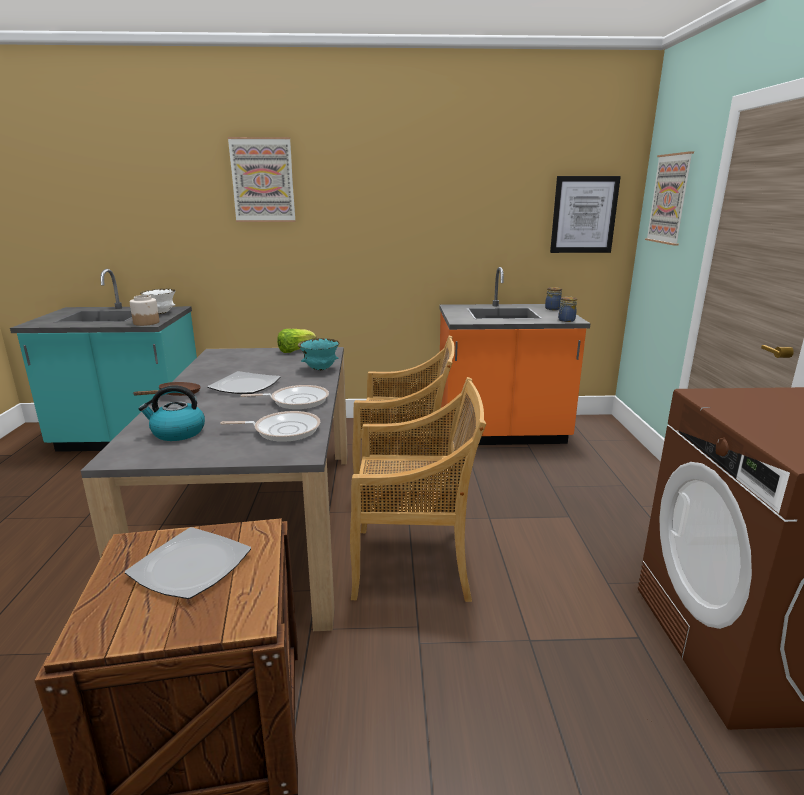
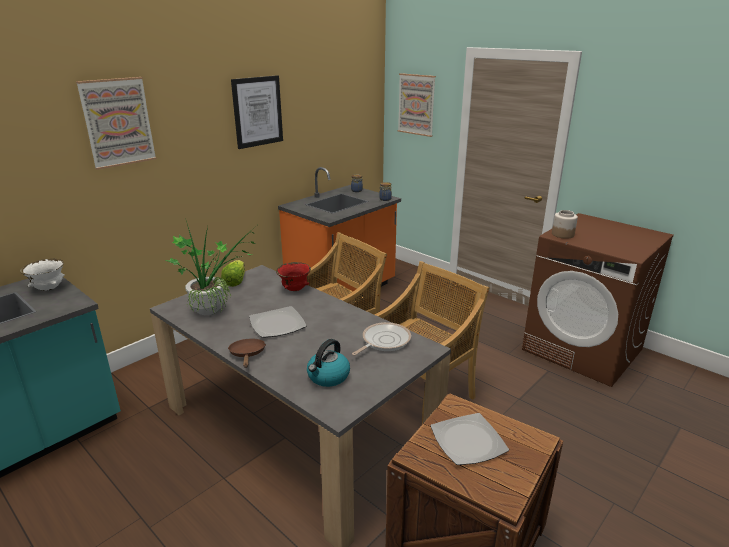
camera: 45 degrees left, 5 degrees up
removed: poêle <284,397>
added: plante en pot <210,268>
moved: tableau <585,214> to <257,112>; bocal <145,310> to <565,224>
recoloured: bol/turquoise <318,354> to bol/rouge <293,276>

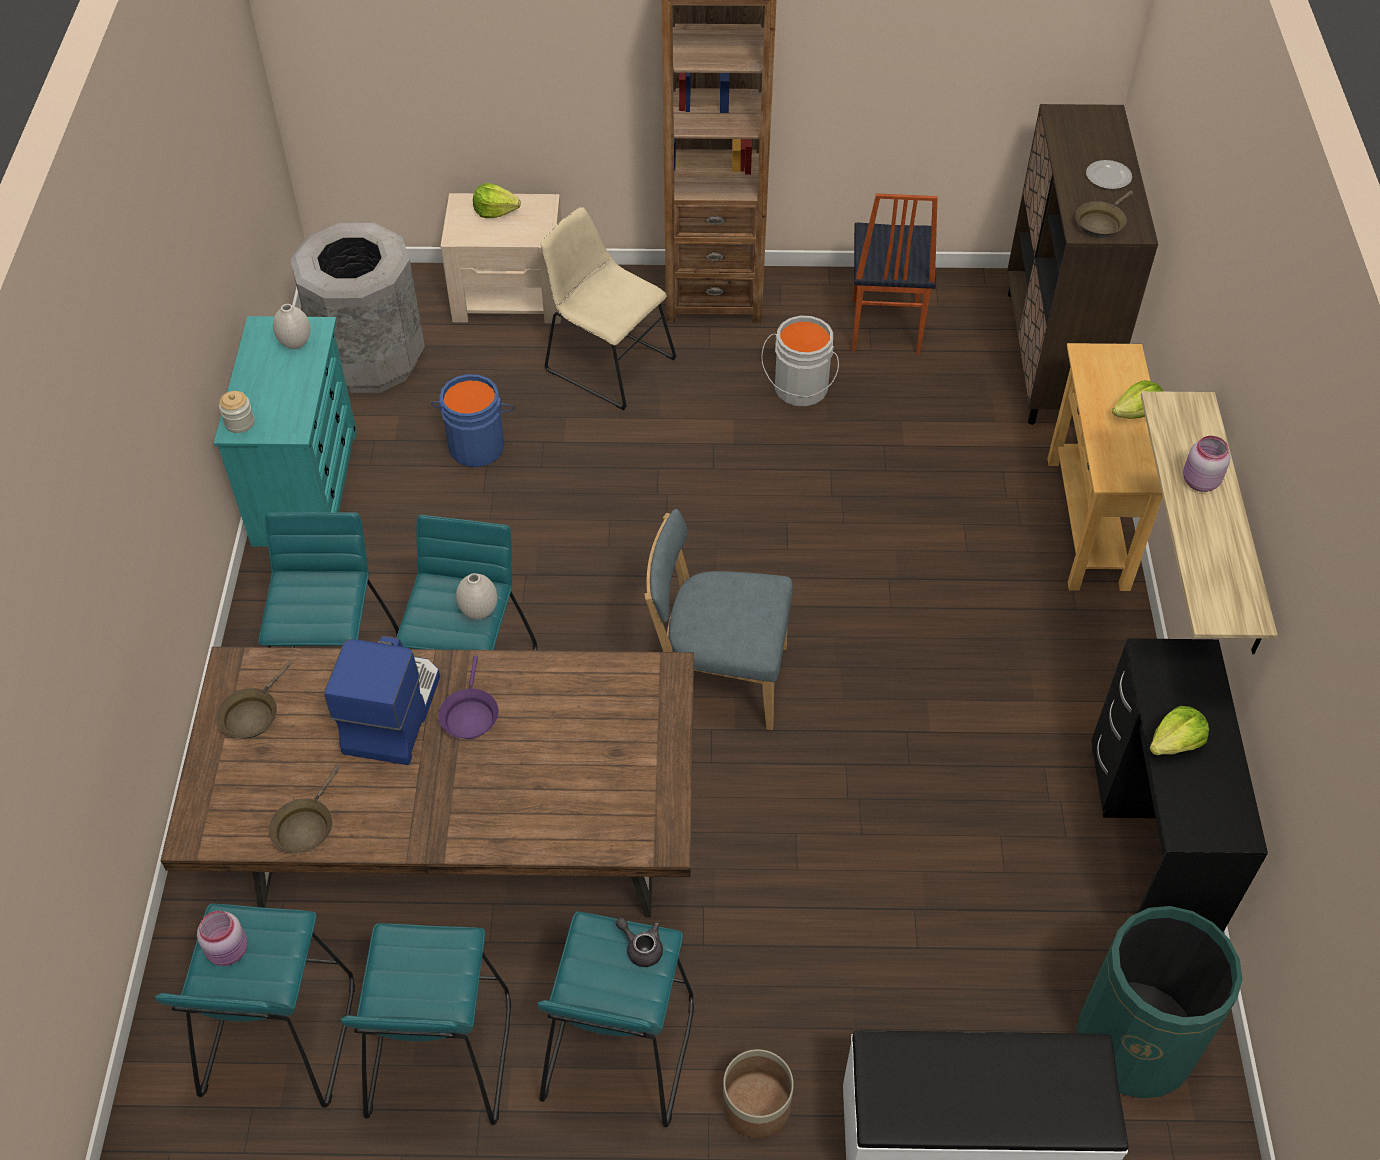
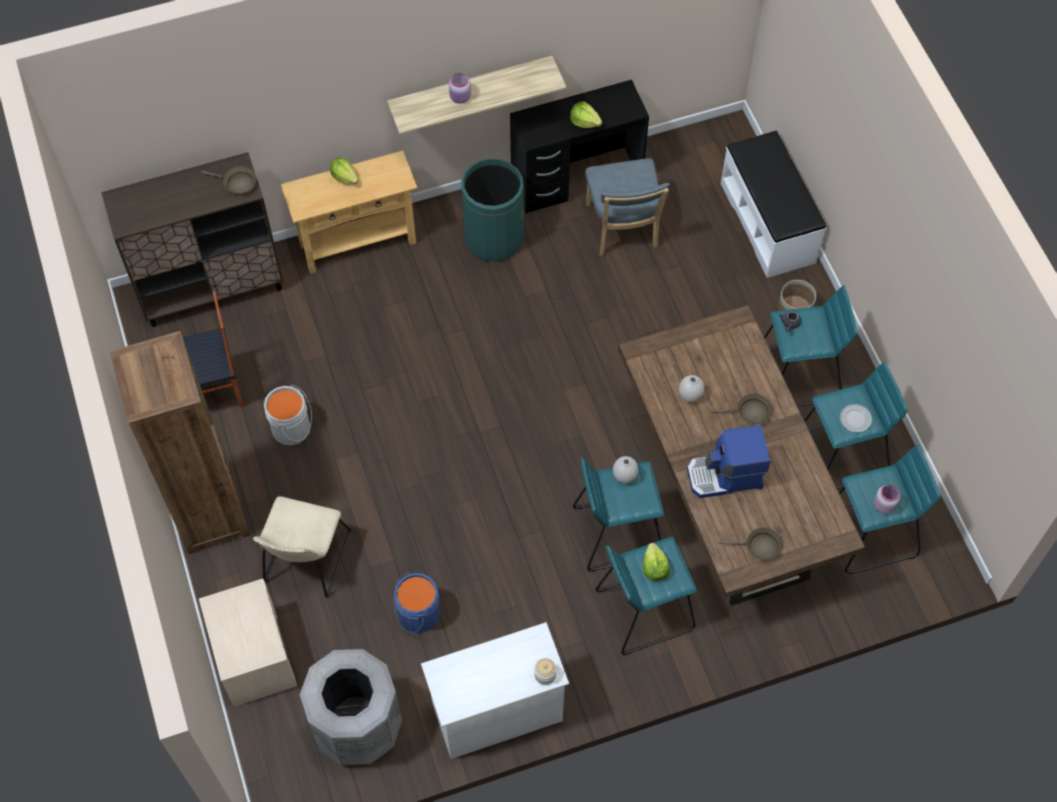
camera: 110 degrees left, 10 degrees up
removed: poêle/violet <469,697>
moved: assiette <1109,174> to <856,418>; laitue <497,200> to <656,562>; vase/blanc <291,326> to <691,388>; chaise/bleu <718,619> to <627,207>; poêle/marron <304,809> to <741,409>; poubelle/vert <1159,1002> to <492,210>
recoloured: commode/turquoise <285,431> to commode/blanc <495,690>

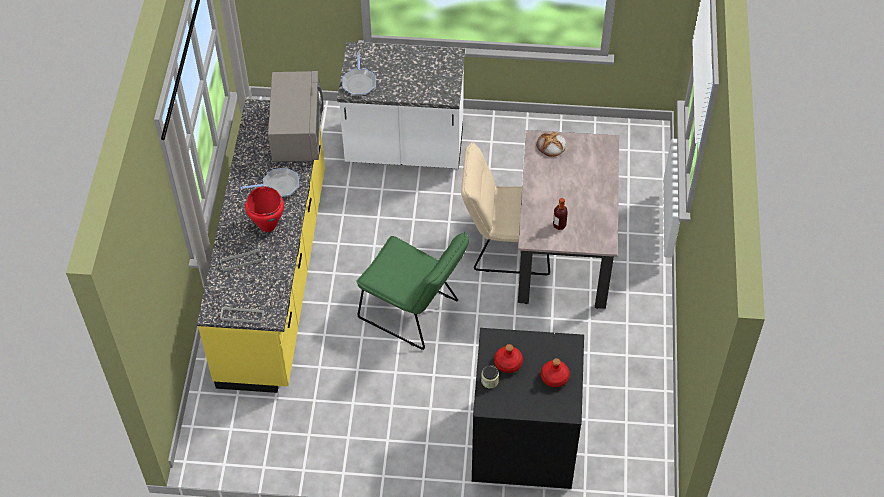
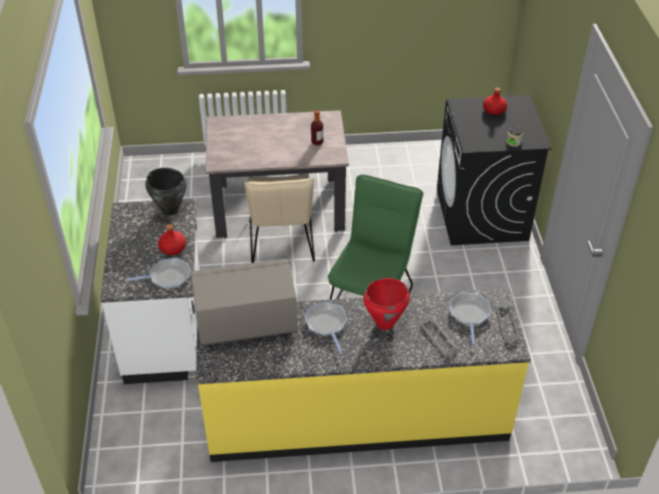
camera: 100 degrees left, 10 degrees down
removed: pain <551,144>
added: marmite/noir <166,192>; poêle <470,319>
moved: bouteille/rouge <508,358> to <172,239>

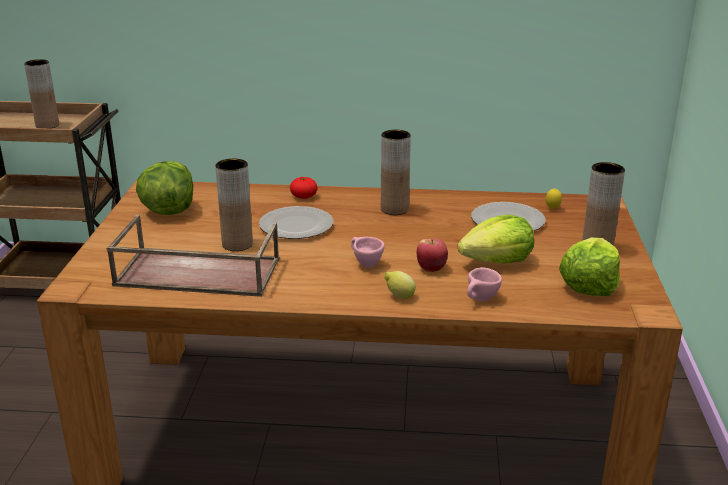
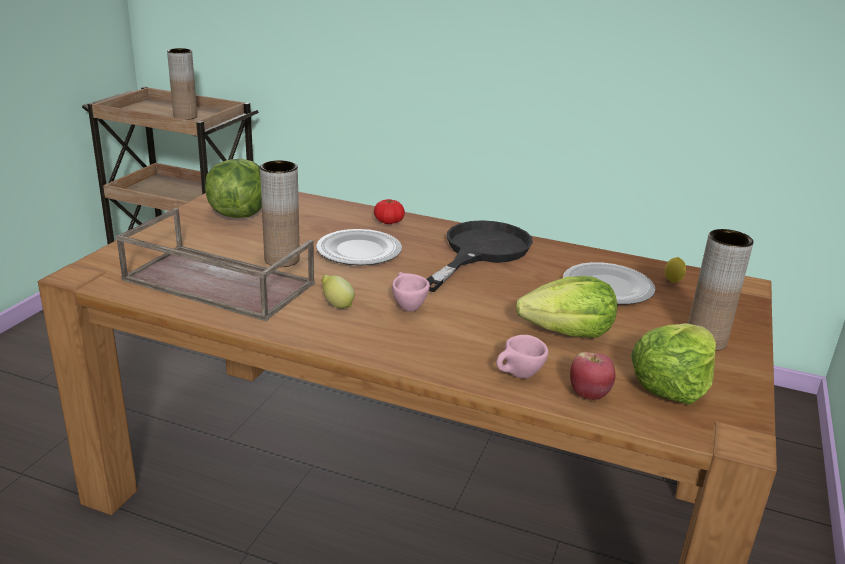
camera: 15 degrees right, 0 degrees up
moved: pomme <432,255> to <592,376>; citron <400,285> to <338,292>
replaced: vase/marron <396,172> to poêle/noir <479,256>

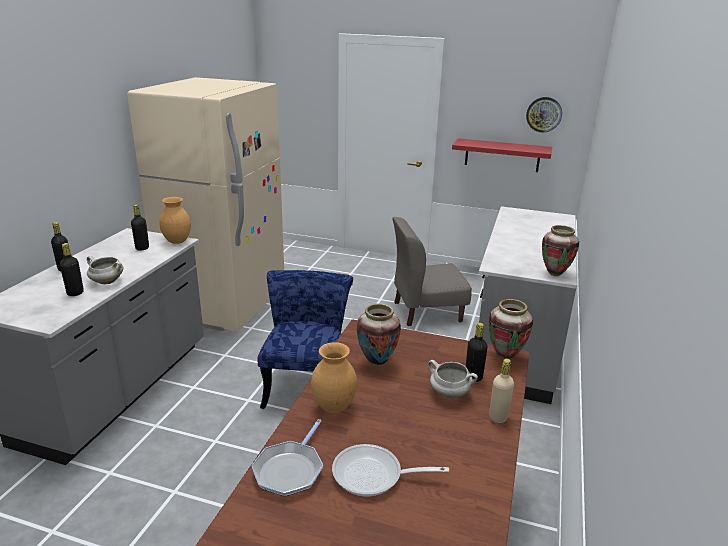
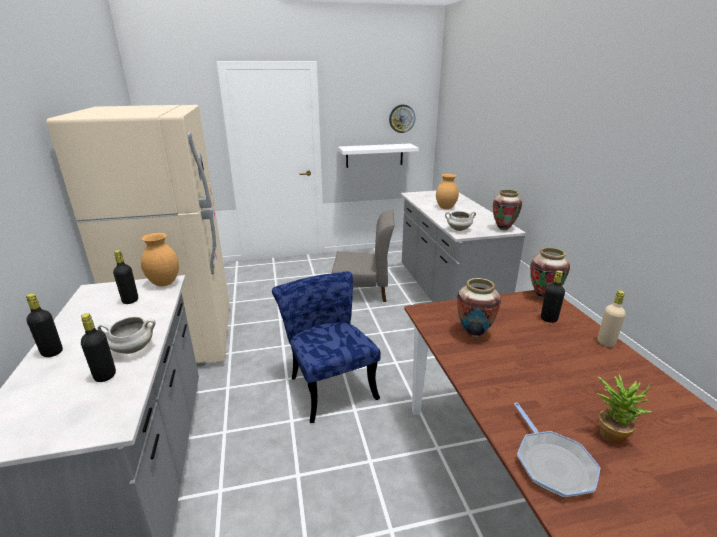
camera: 30 degrees left, 0 degrees up
moved: vase/marron <334,377> to <447,191>; marmite/blanc <453,379> to <460,221>
replaced: poêle <390,470> to plante en pot <624,409>
recoloured: étagère/rouge <502,155> to étagère/blanc <378,156>
turned: chaise/gris <432,271> = <363,256> 135 degrees counterclockwise

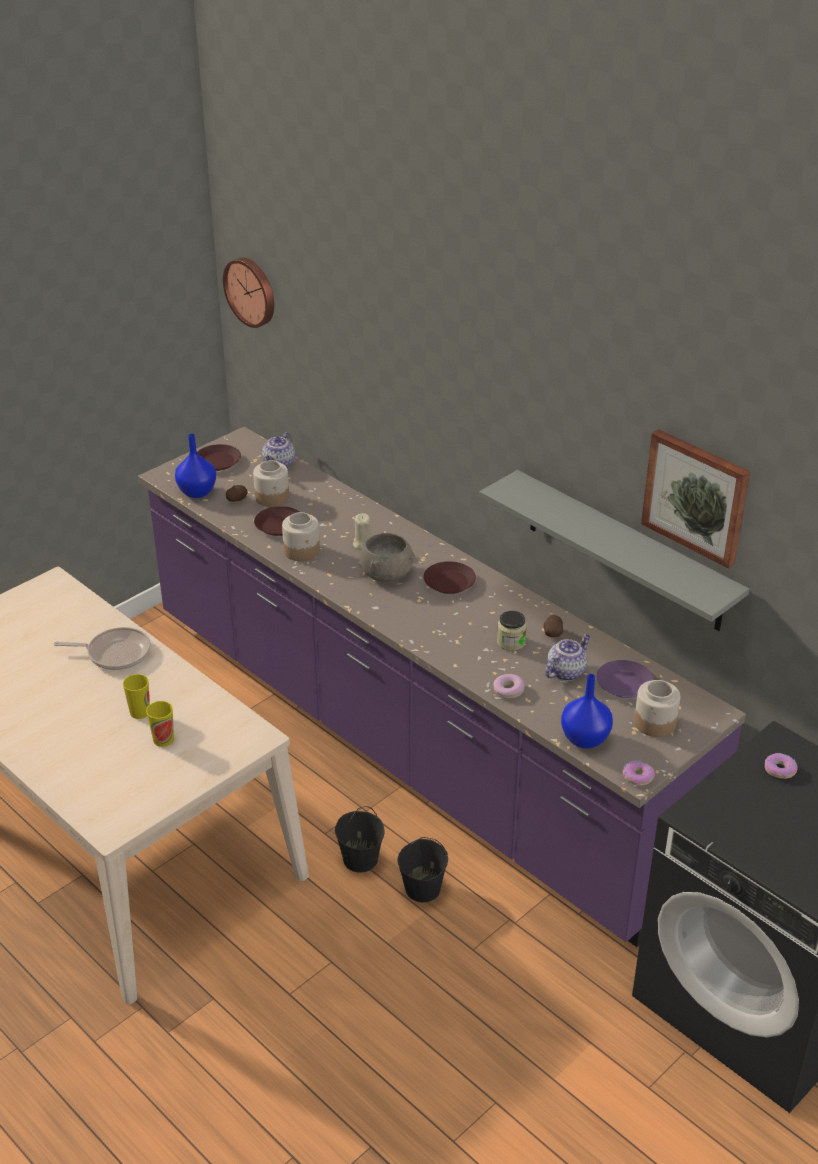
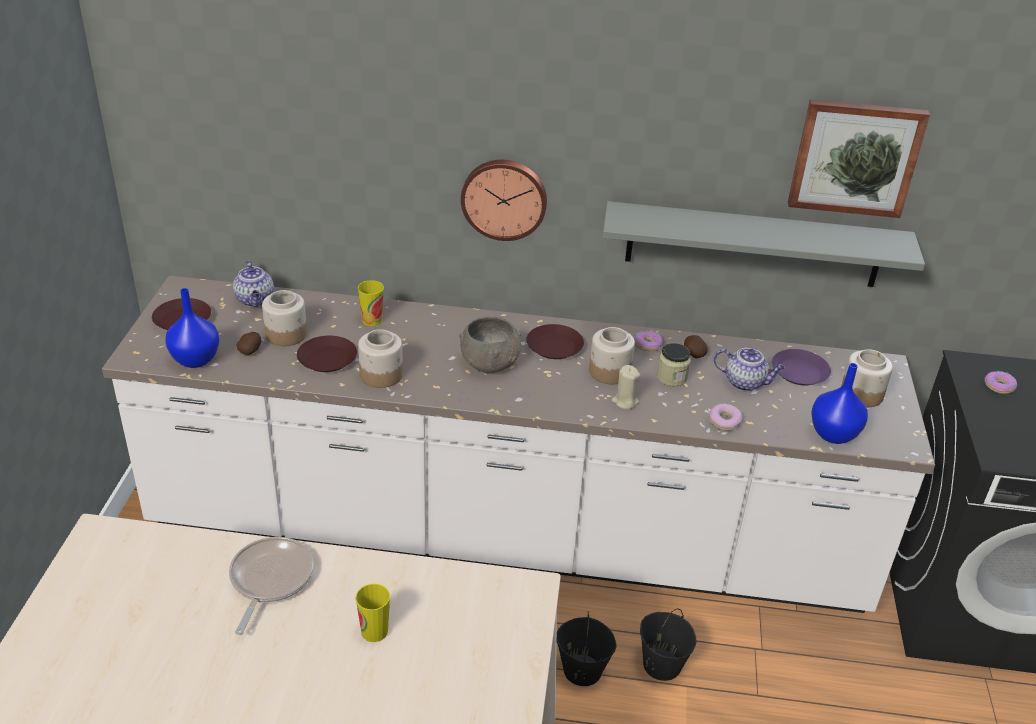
camera: 40 degrees left, 0 degrees up
added: bocal <612,355>
moved: horloge murale <248,293> to <504,200>; bougie/beige <362,531> to <625,387>; tasse <160,724> to <371,303>; beignet <639,773> to <648,341>
recoloured: comptoir de cuisine/violet <442,687> to comptoir de cuisine/blanc <518,444>
turned: poêle <102,648> = <271,586> 45 degrees counterclockwise; théière <567,658> = <749,369> 105 degrees clockwise

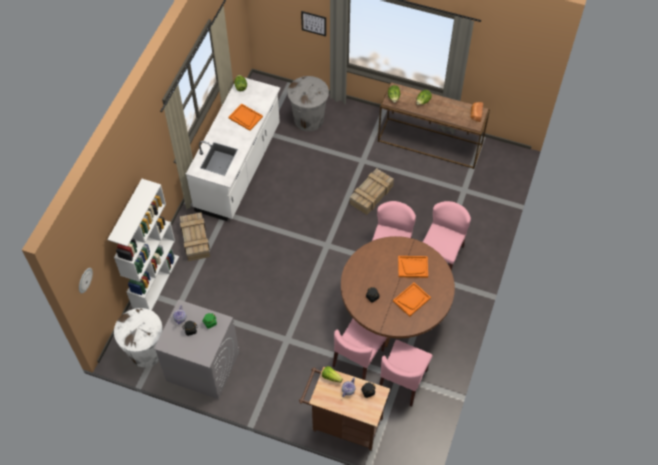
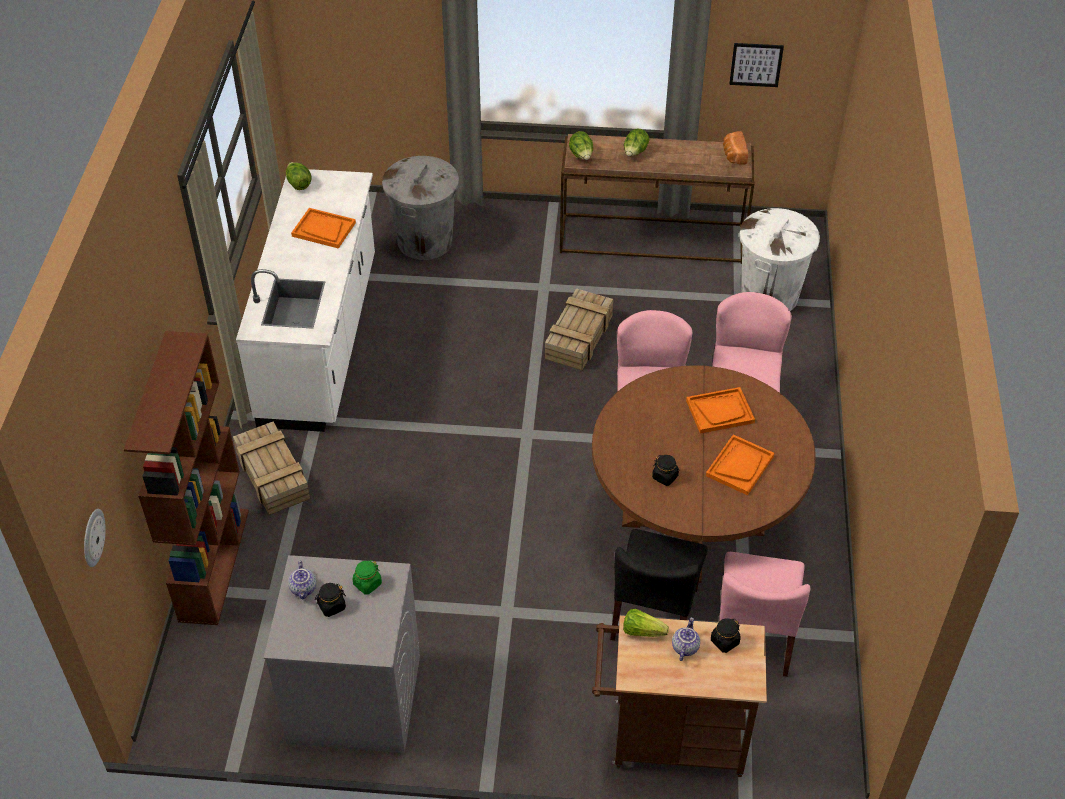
camera: 15 degrees left, 10 degrees down
moved: tableau <313,23> to <756,65>; poubelle/blanc <138,337> to <779,259>
recoloured: bibliothèque/blanc <143,245> to bibliothèque/marron <186,478>; chaise/rose <359,349> to chaise/noir <658,585>

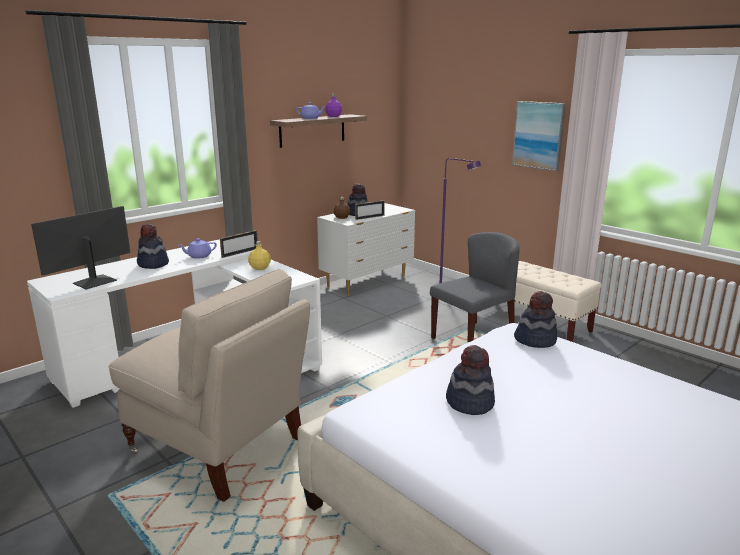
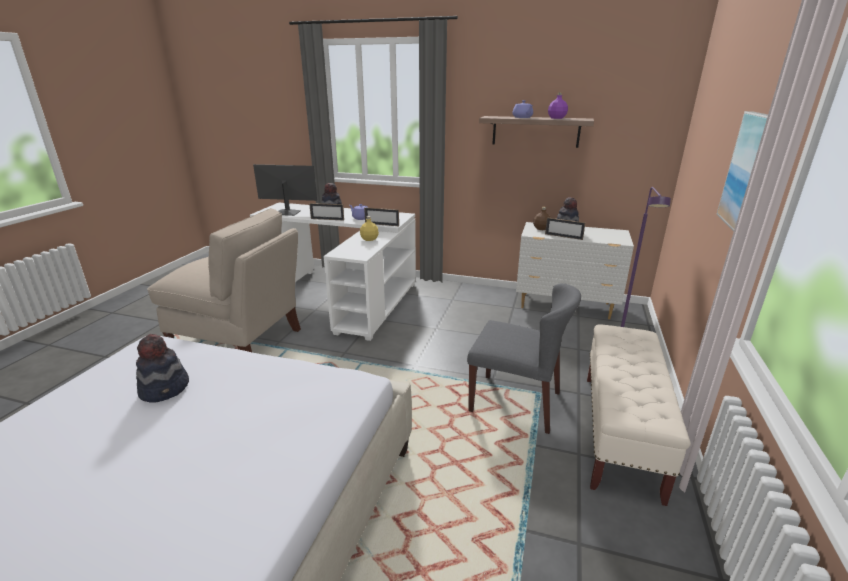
camera: 60 degrees right, 5 degrees up
removed: chapeau <535,319>
added: cadre photo <326,212>
turned: chaise/beige <209,385> = <224,280> 75 degrees counterclockwise

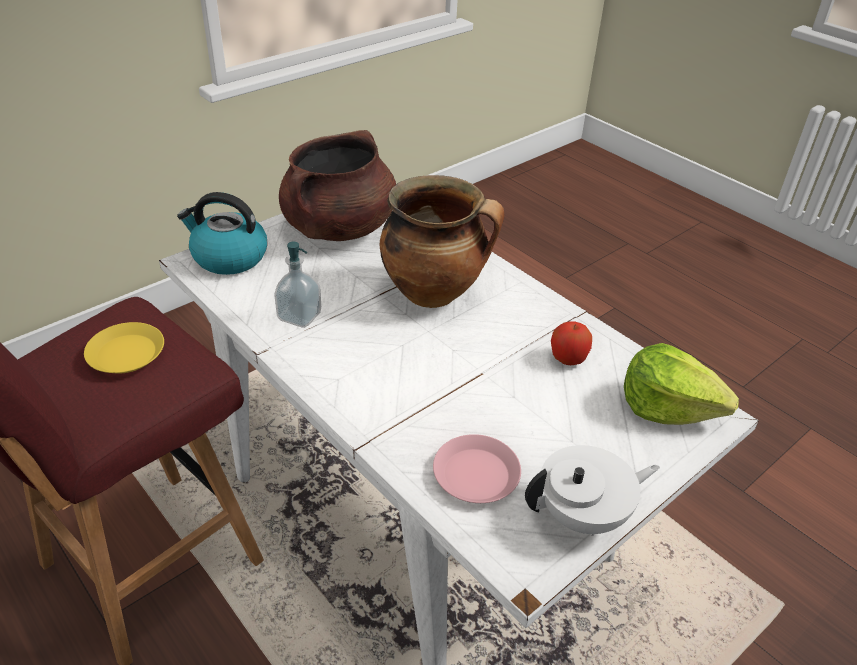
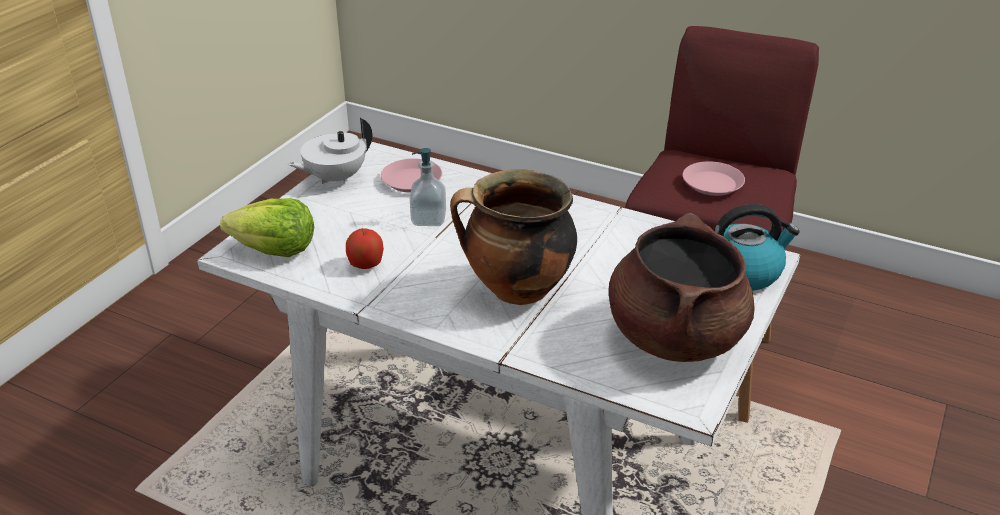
camera: 160 degrees right, 5 degrees down
moved: distributeur de savon <297,285> to <428,187>
recoloured: assiette/jaune <124,348> to assiette/rose <714,178>

